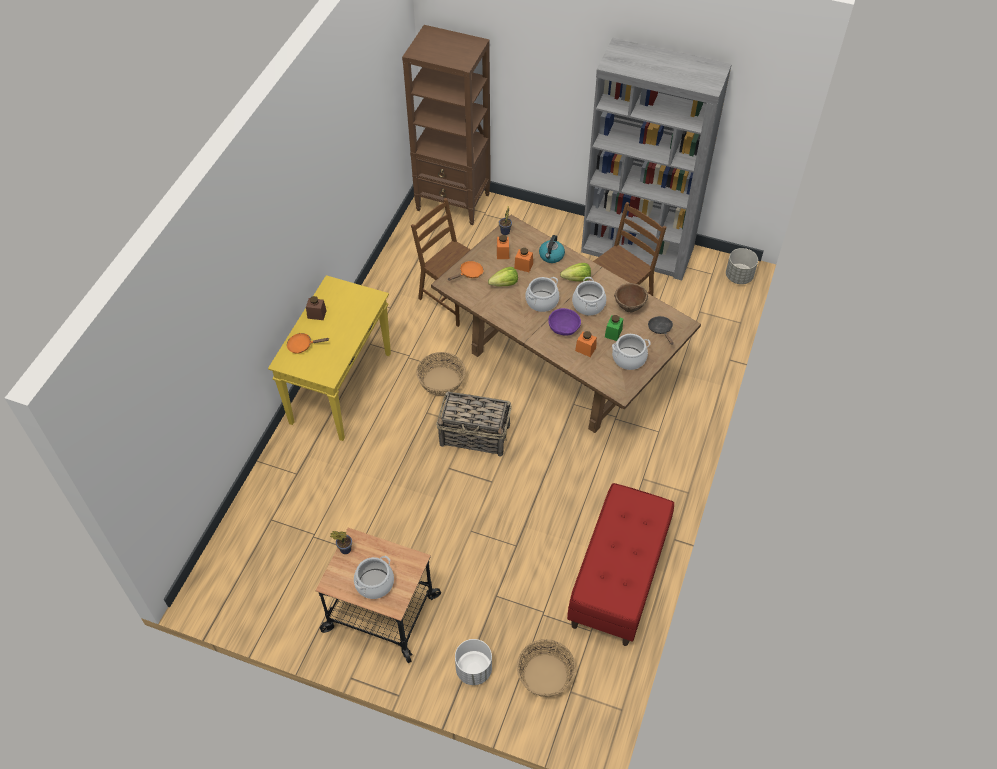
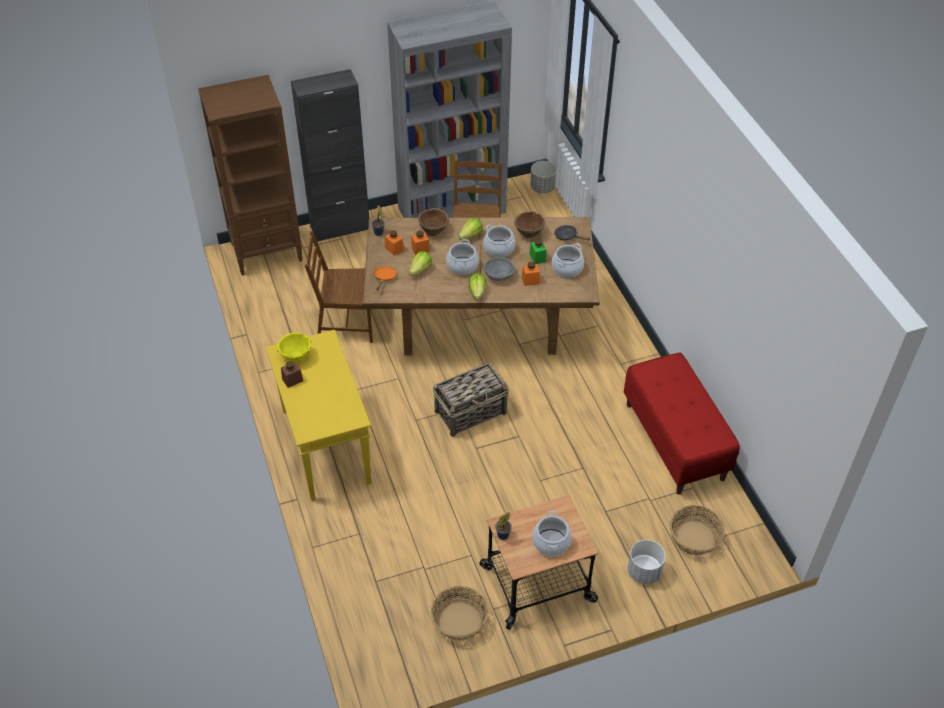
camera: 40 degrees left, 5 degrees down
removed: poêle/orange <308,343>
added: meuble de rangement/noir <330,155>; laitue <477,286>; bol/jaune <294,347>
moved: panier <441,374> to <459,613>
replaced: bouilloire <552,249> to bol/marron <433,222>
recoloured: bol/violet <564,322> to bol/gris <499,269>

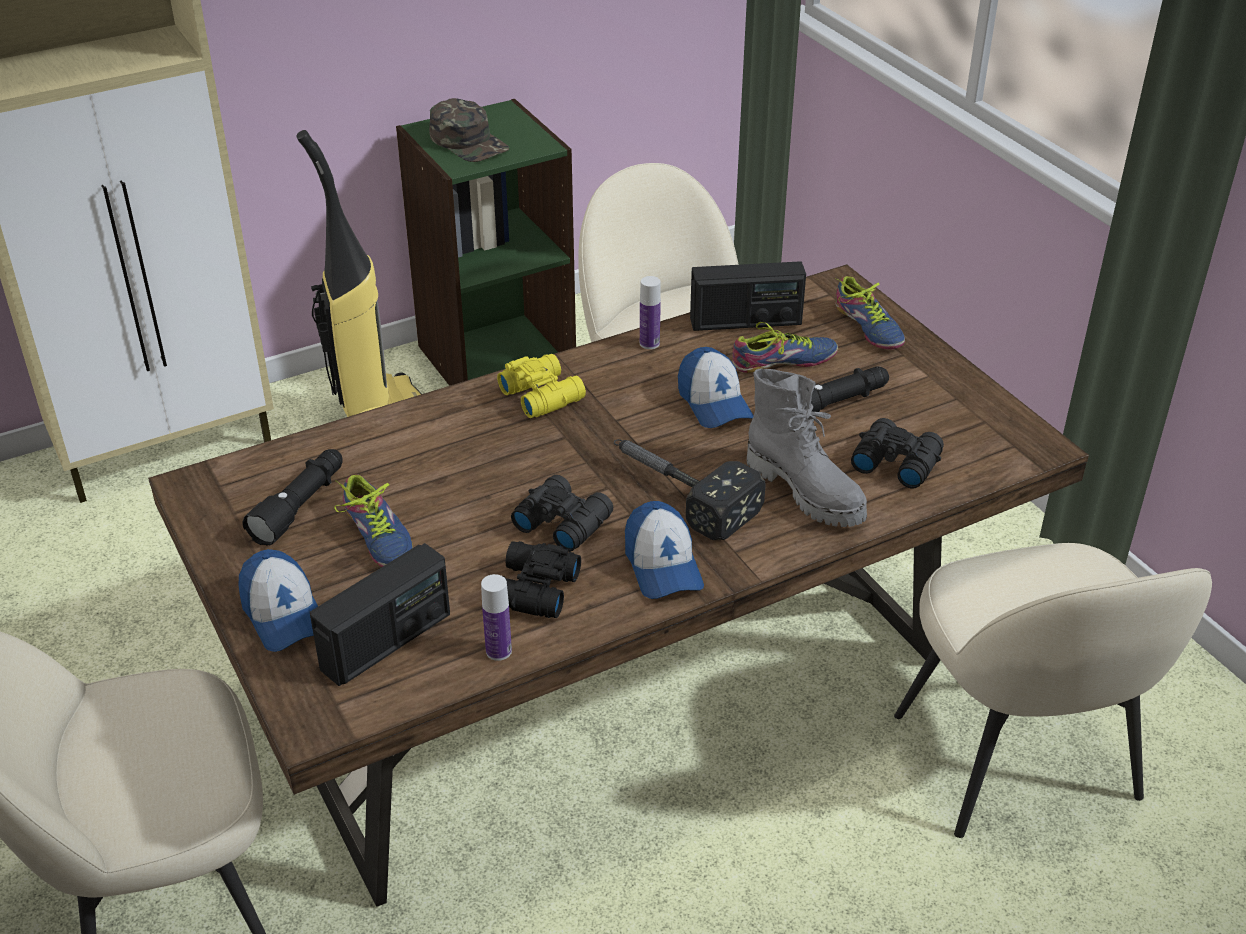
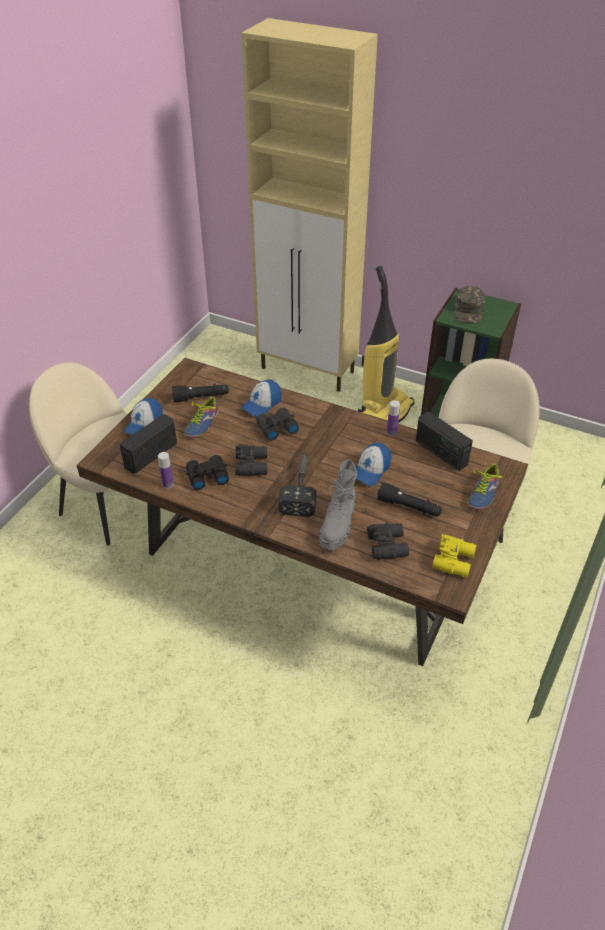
camera: 55 degrees right, 5 degrees up
removed: chaussure <785,347>; chaise/beige <1053,690>
added: jumelles/noir <277,424>
moved: jumelles/jaune <541,386> to <454,555>; casquette <664,550> to <261,398>
turned: radio <380,614> = <148,444> 120 degrees clockwise

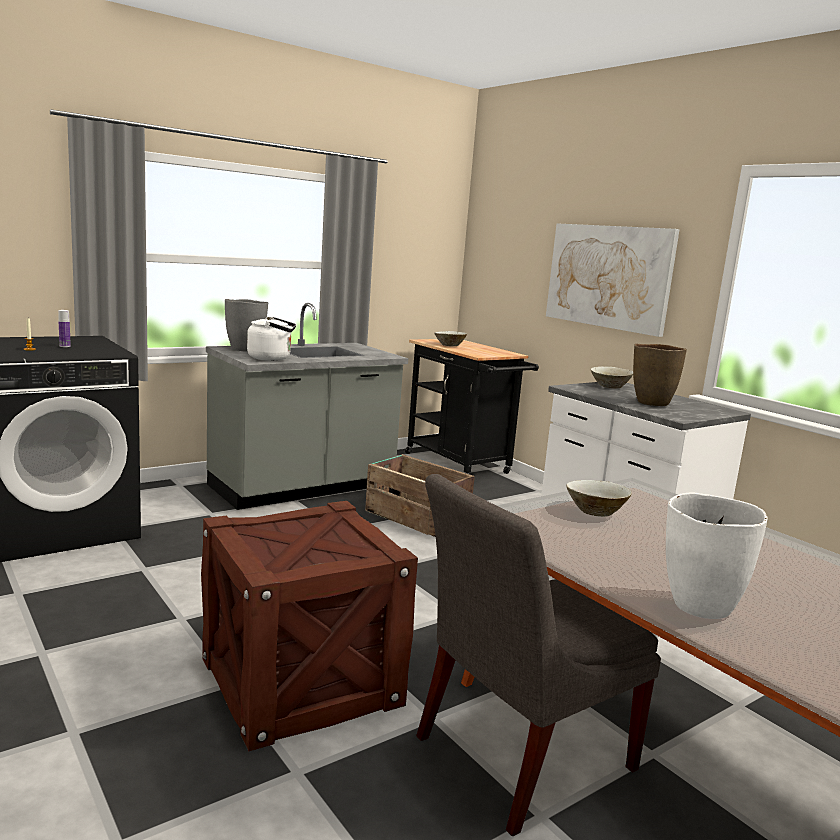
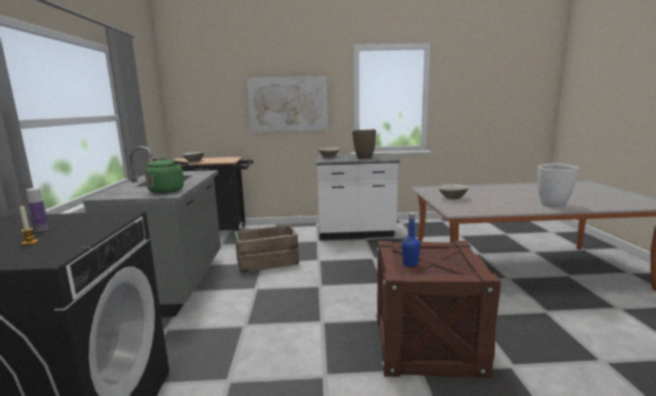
camera: 55 degrees left, 0 degrees up
removed: vase/gris <246,325>; chaise/gris <538,655>
added: bouteille/bleu <411,240>
recoloured: bouilloire/blanc <271,338> to bouilloire/vert <167,176>

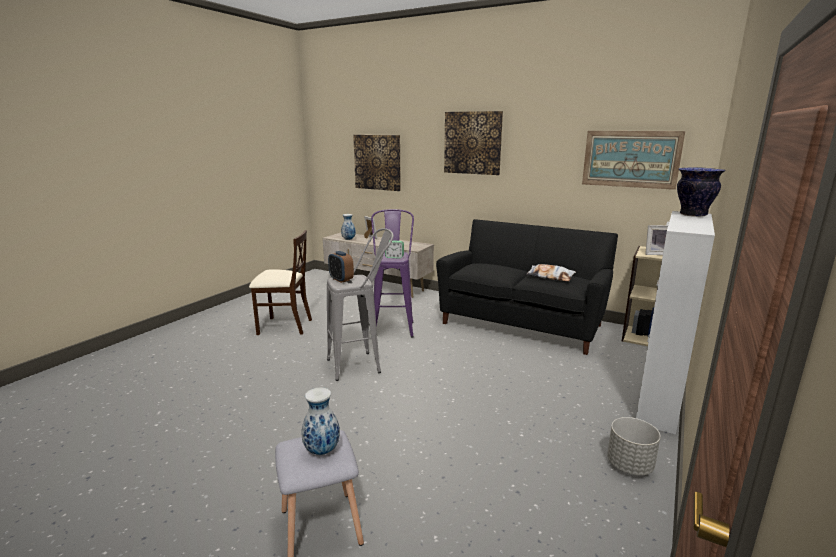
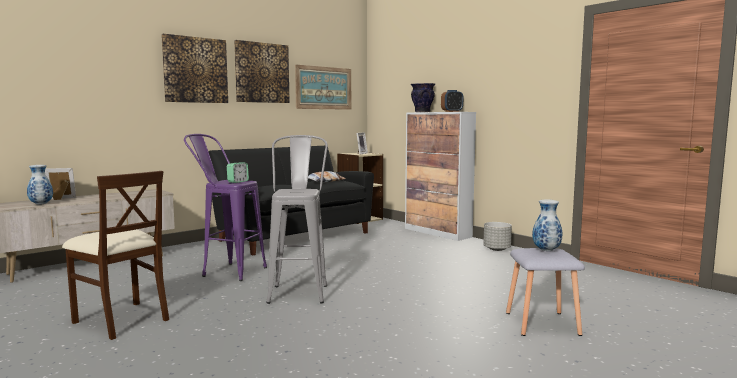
camera: 70 degrees left, 10 degrees down
moved: tableau <377,163> to <262,71>; réveil <341,267> to <452,101>
turned: chaise/beige <280,282> = <115,255> 105 degrees clockwise

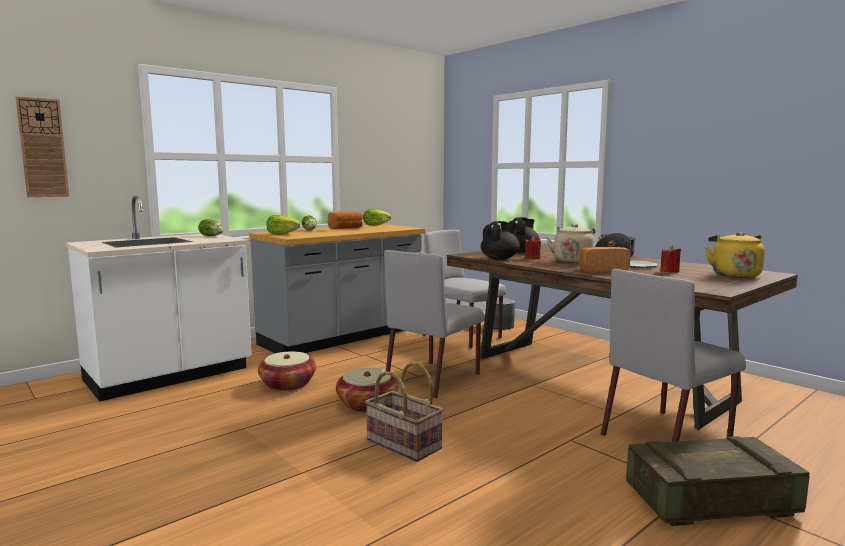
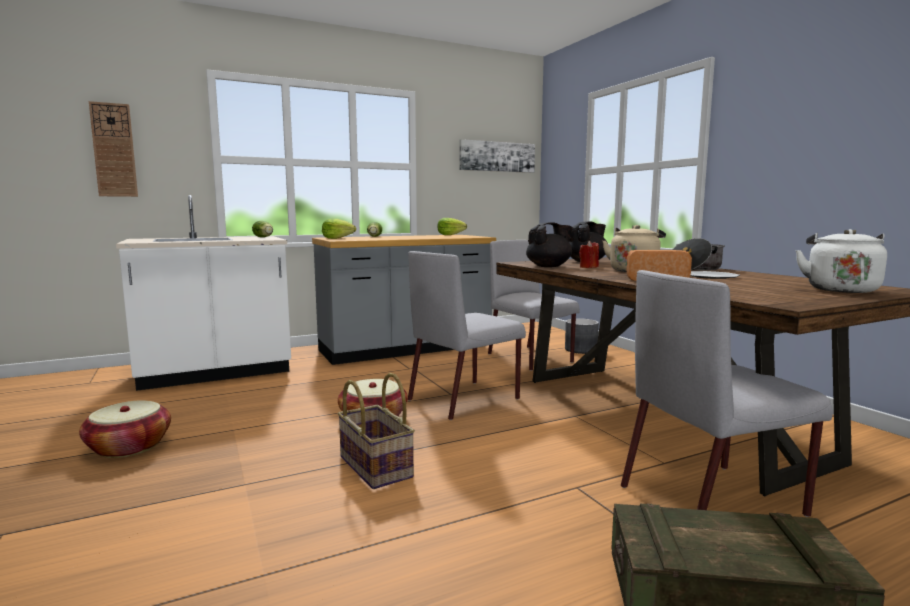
camera: 15 degrees right, 0 degrees up
removed: pain <345,220>; bougie/rouge <670,259>
added: tableau <497,156>
moved: panier <287,371> to <125,429>
recoloured: bouilloire/jaune <735,255> to bouilloire/blanc <841,261>

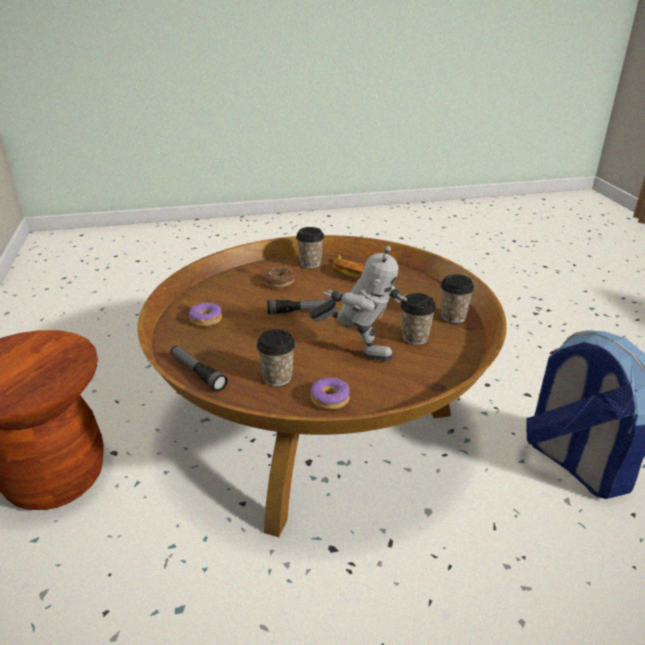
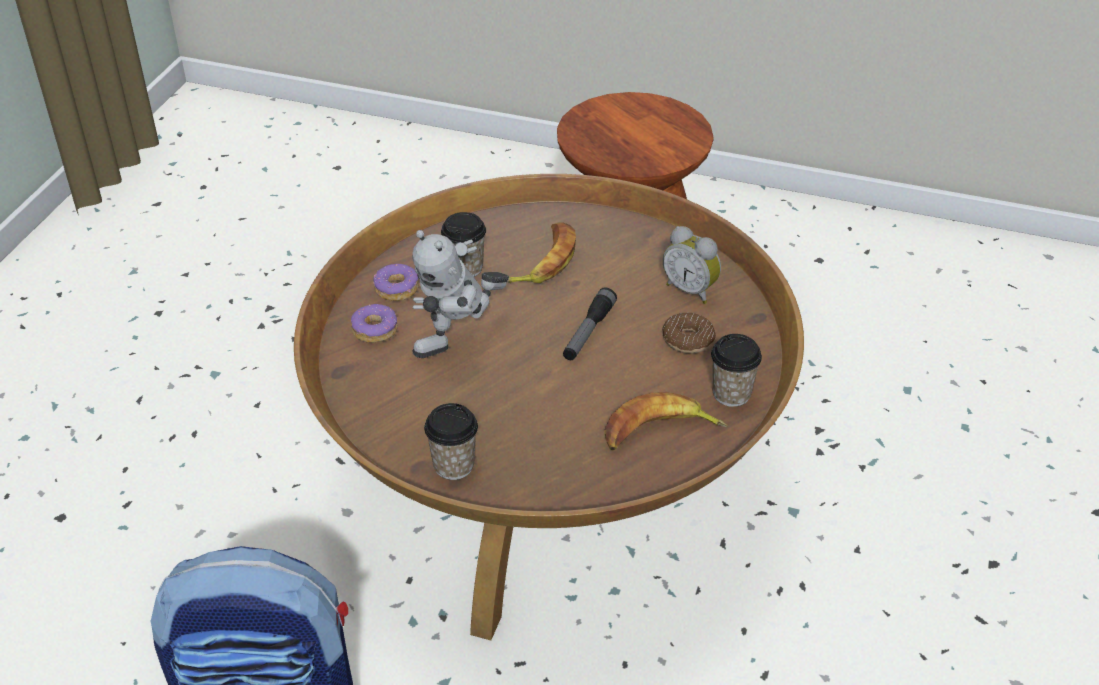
camera: 120 degrees right, 10 degrees up
removed: tasse <418,319>; lampe de poche <199,368>
added: banane <541,252>; réveil <692,265>
moved: beignet <205,314> to <374,323>

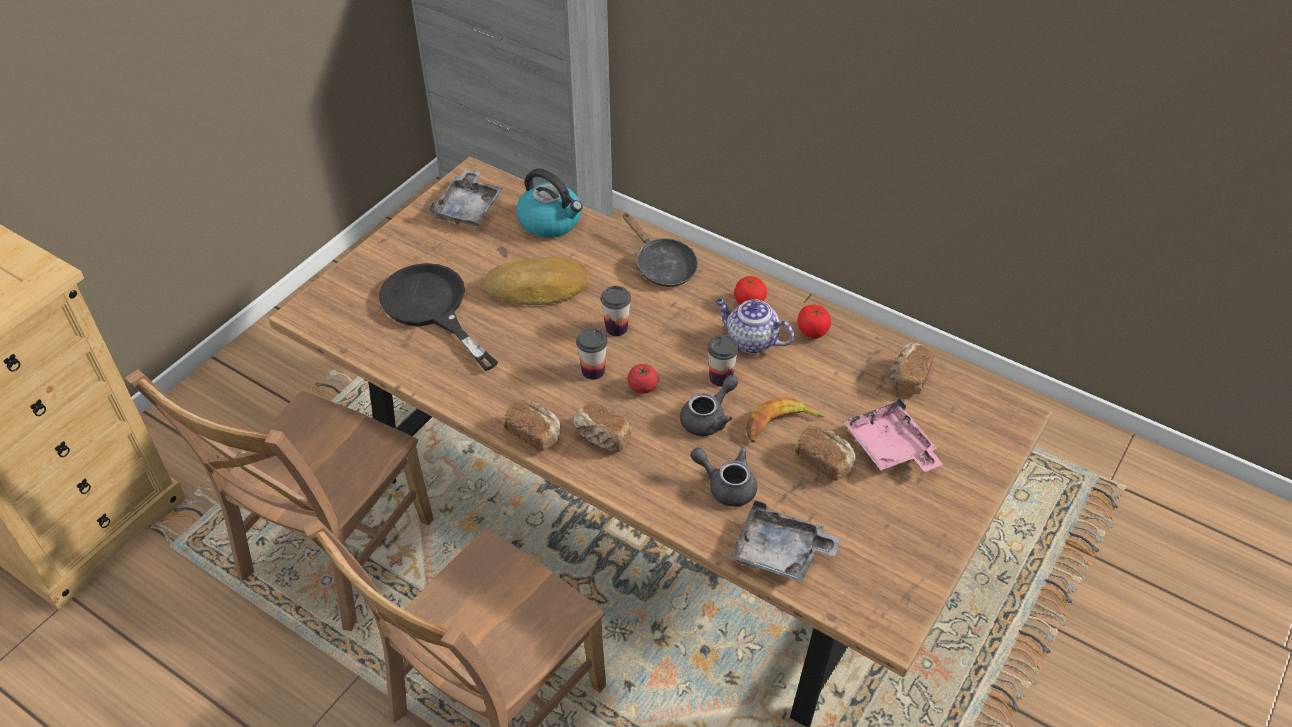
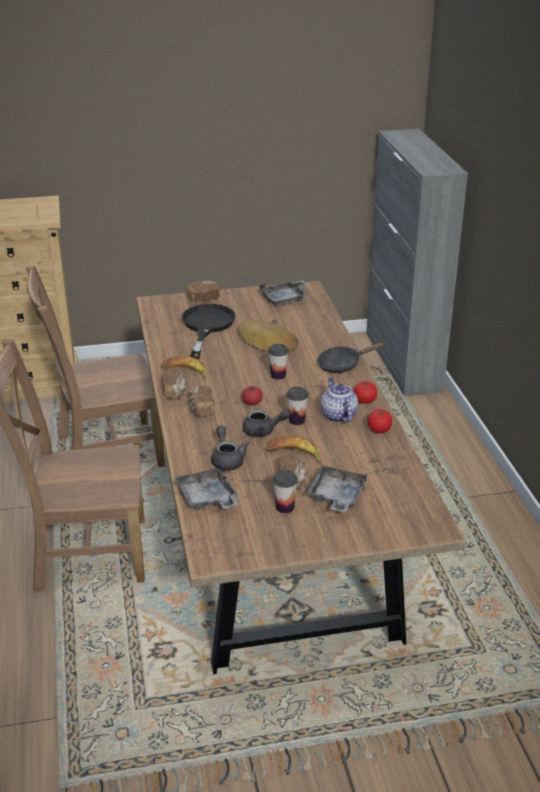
camera: 45 degrees right, 15 degrees down
removed: bouilloire <549,203>
added: banane <183,367>
moved: tasse <592,354> to <285,491>; pain <912,368> to <203,291>
recoloured: plateau/rose <893,435> to plateau/gris <337,489>
turned: poêle/noir <660,250> = <352,357> 60 degrees clockwise

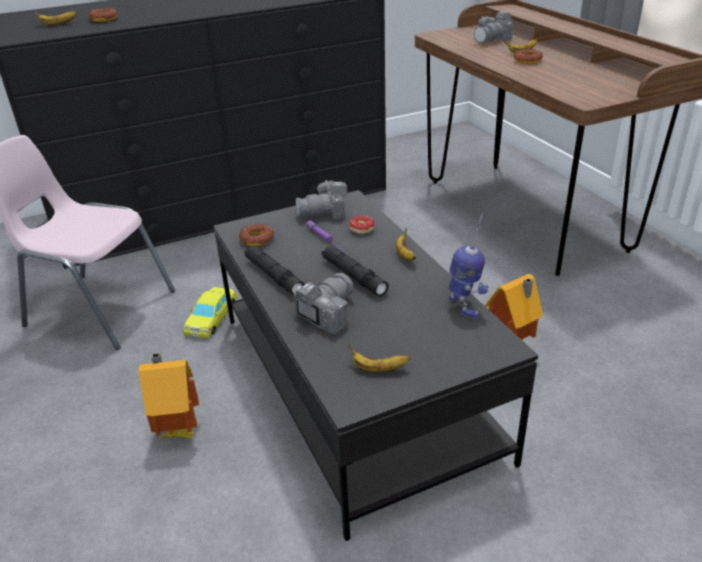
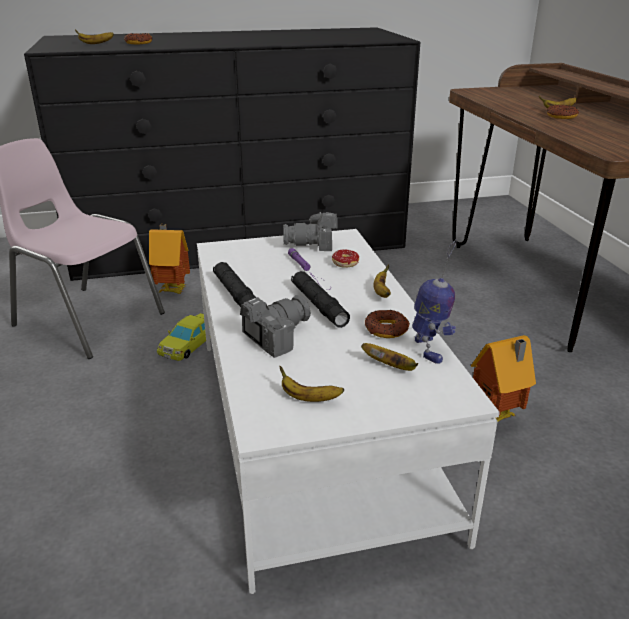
camera: 10 degrees right, 5 degrees down
removed: appareil photo <493,27>
added: banane <389,357>
moved: beignet <256,235> to <387,324>; maison miniature <169,396> to <169,259>
recoloured: table basse/noir <376,365> to table basse/blanc <348,411>

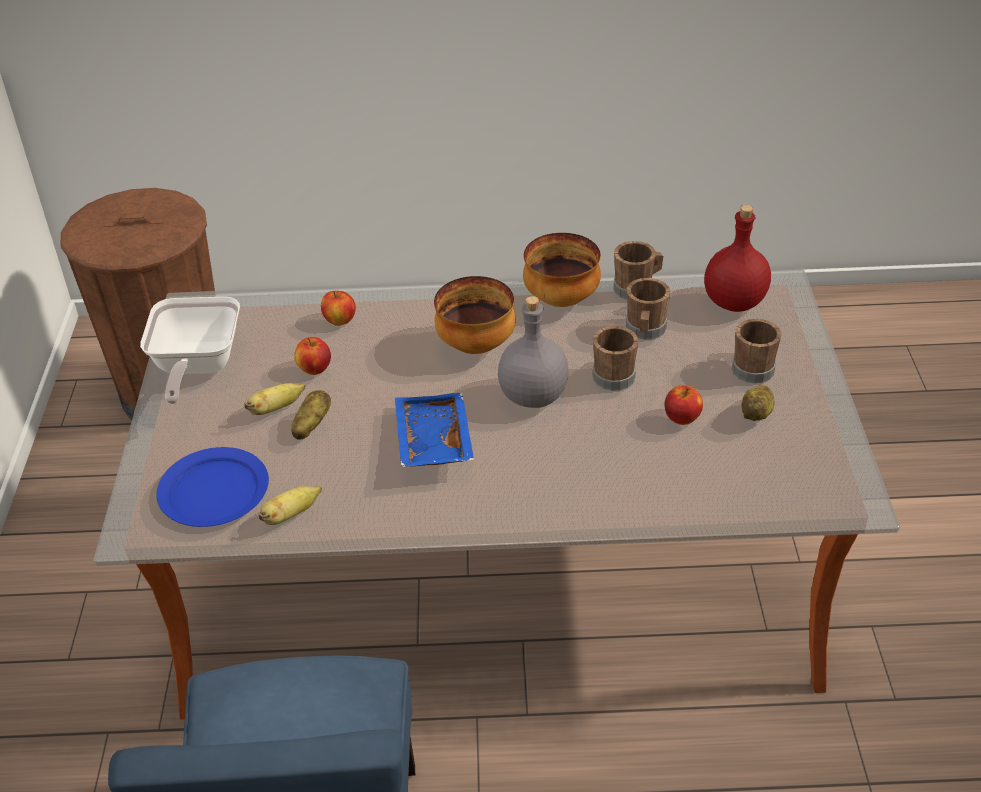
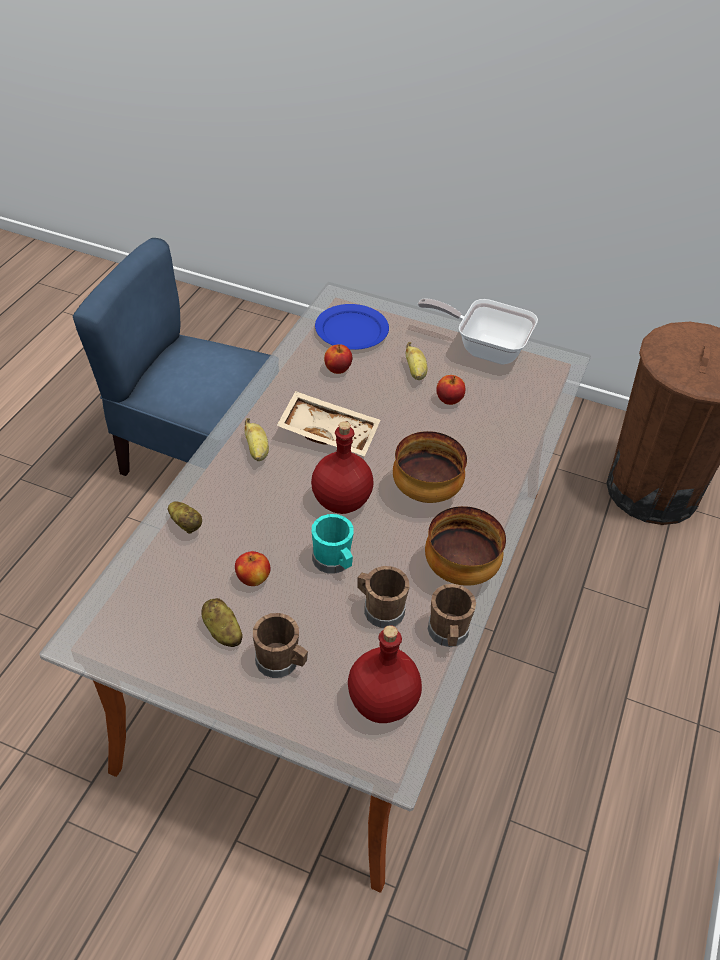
camera: 110 degrees right, 5 degrees up
moved: pomme <338,308> to <338,359>; pomme de terre <311,415> to <185,517>; banane <290,505> to <256,439>
recoloured: bouteille/gris <533,352> to bouteille/rouge <342,467>; mug/marron <615,358> to mug/turquoise <333,544>; plateau/bleu <434,430> to plateau/beige <328,424>

